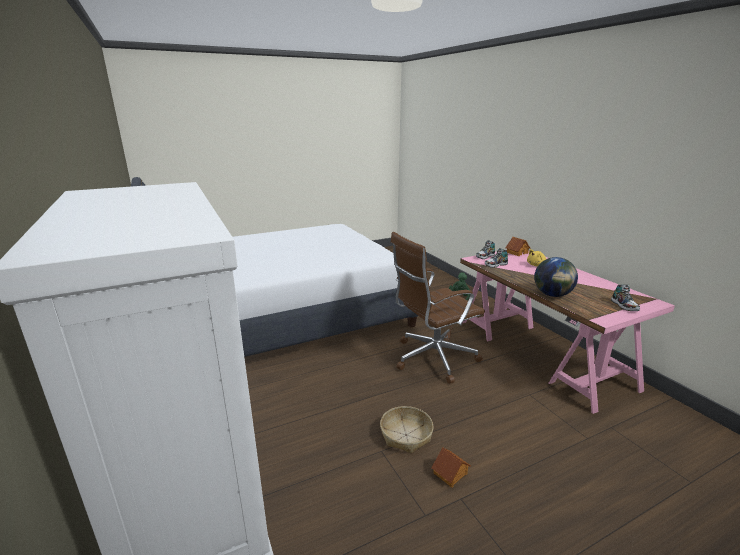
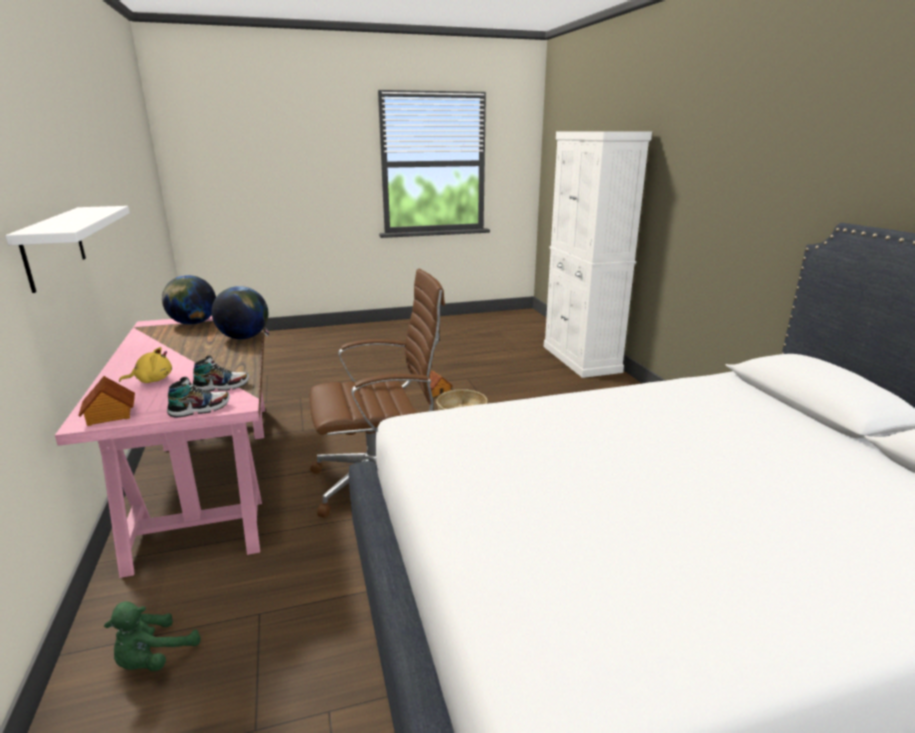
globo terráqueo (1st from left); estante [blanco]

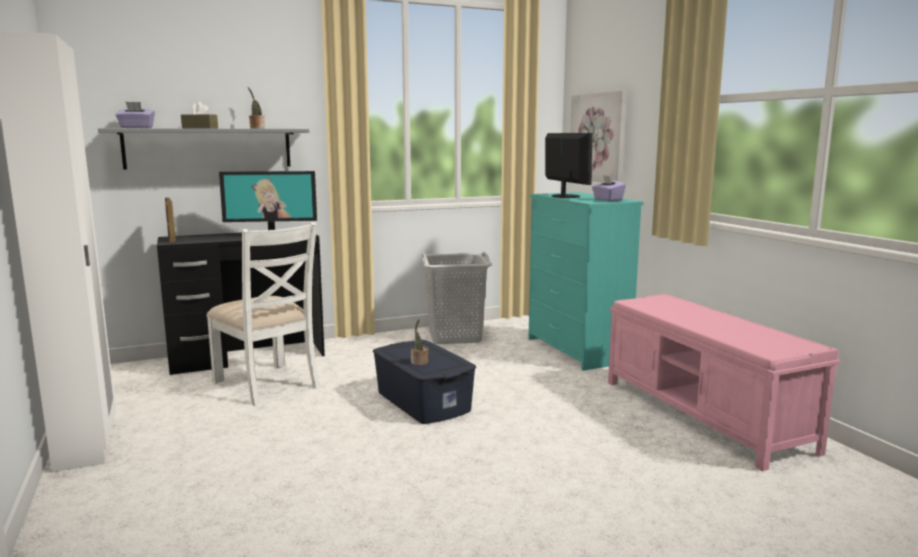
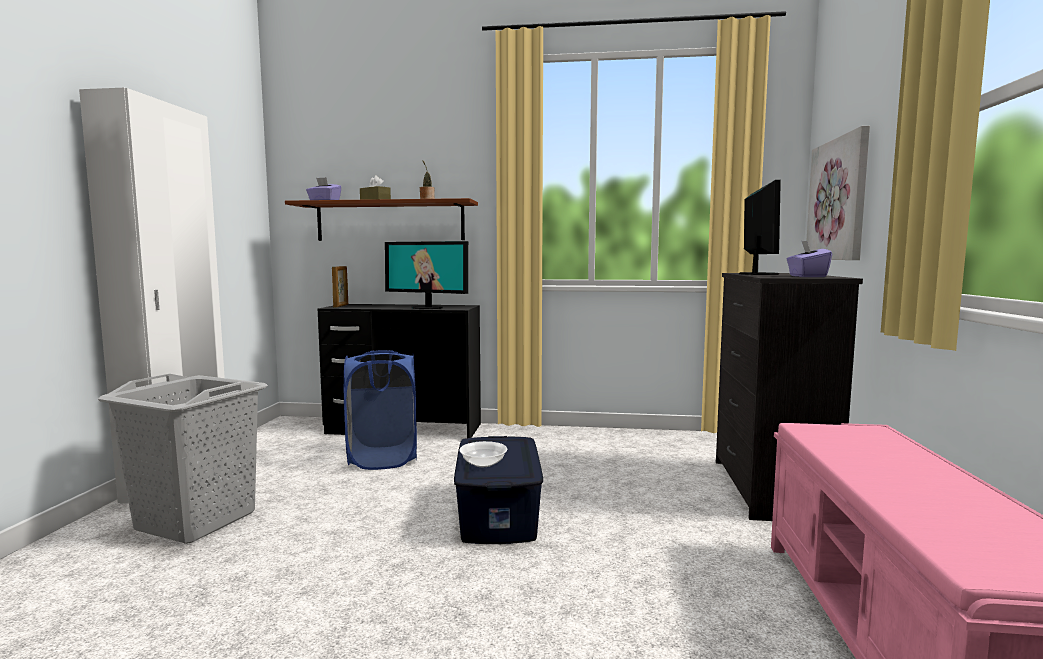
estante [marrón]; cómoda [negro]; cesto de la ropa [azul]; cesto de la ropa [gris]; cuenco

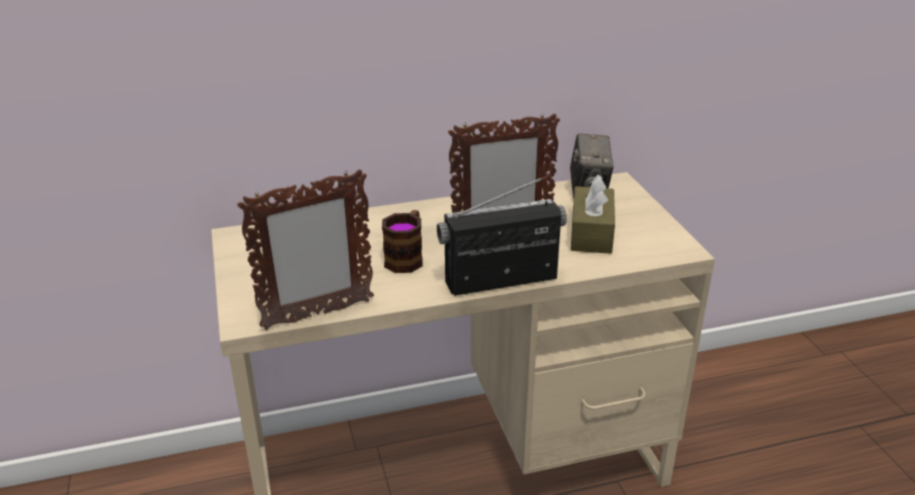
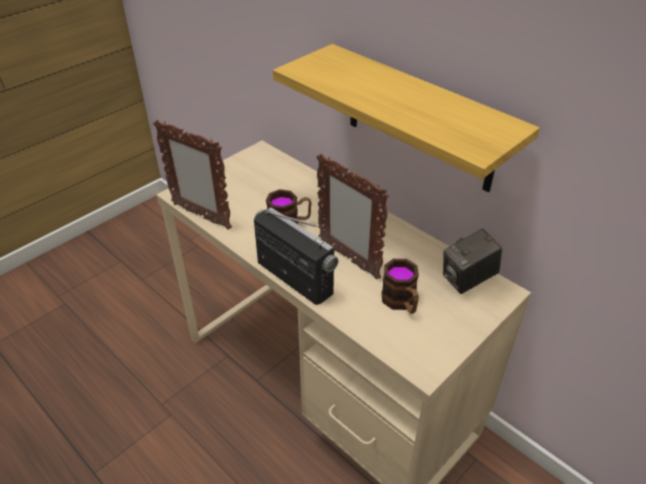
taza grande (2nd from left); estante

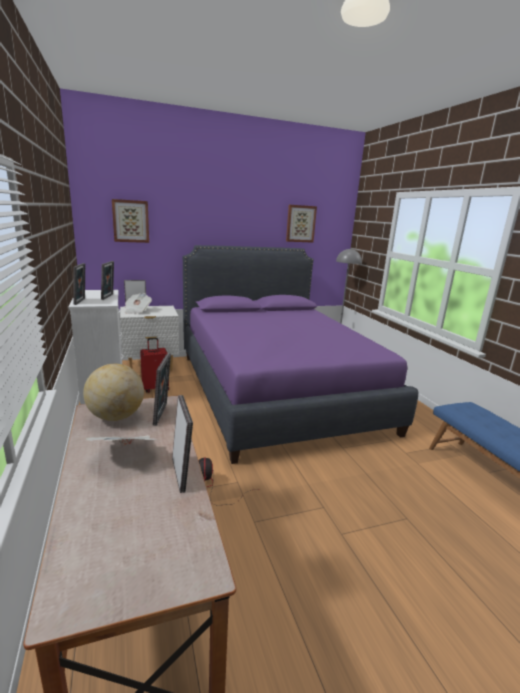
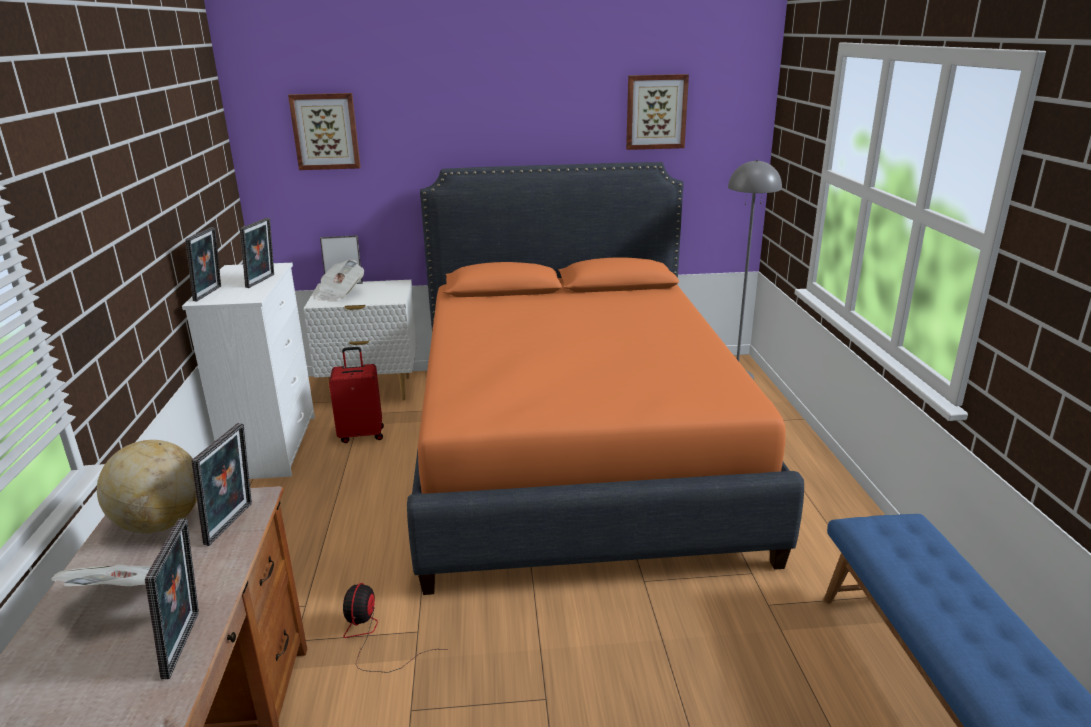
cama [naranja]

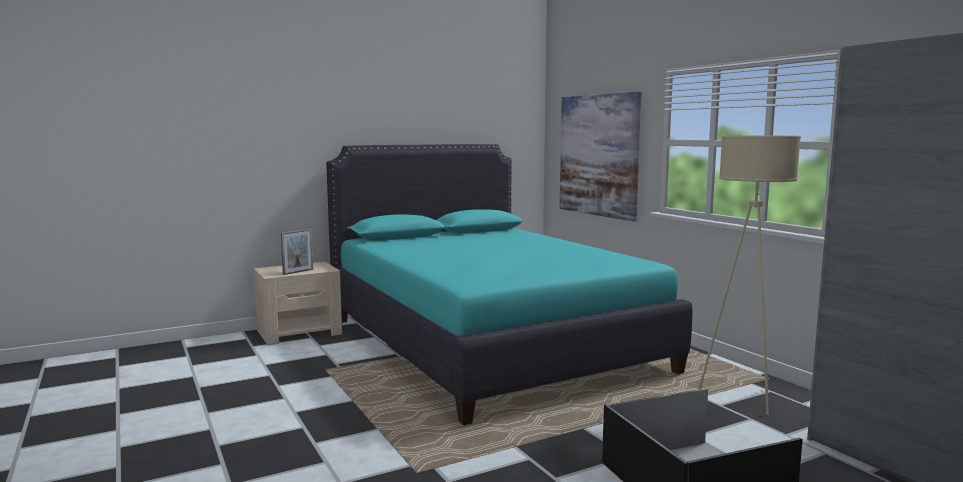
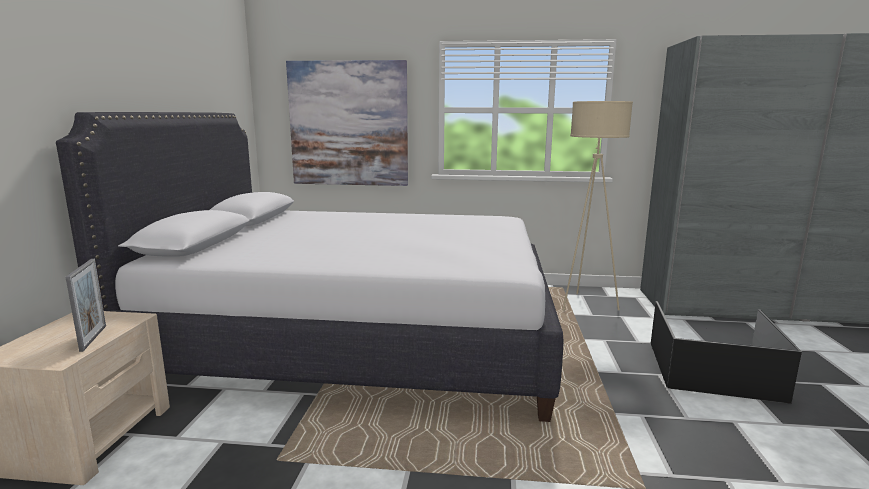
cama [blanco]

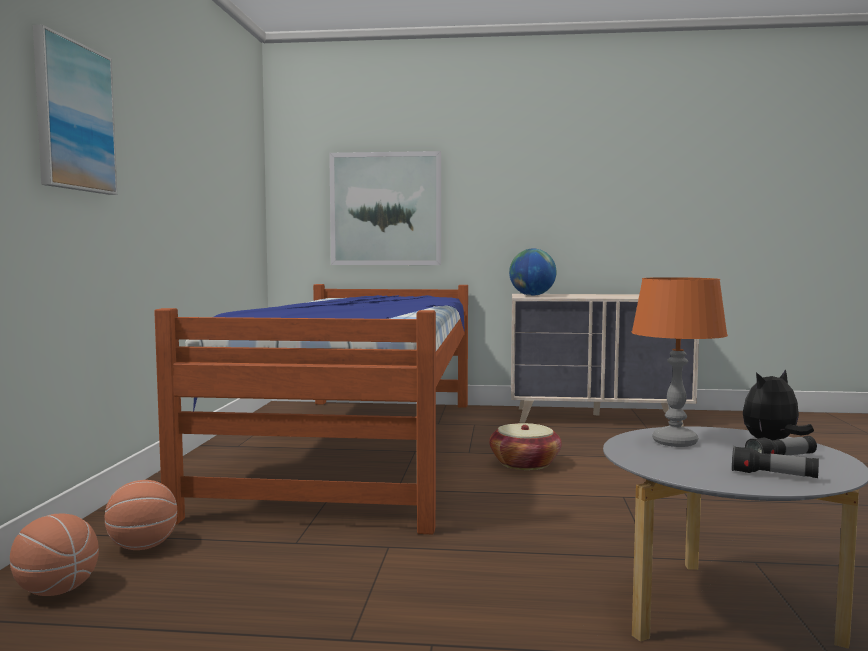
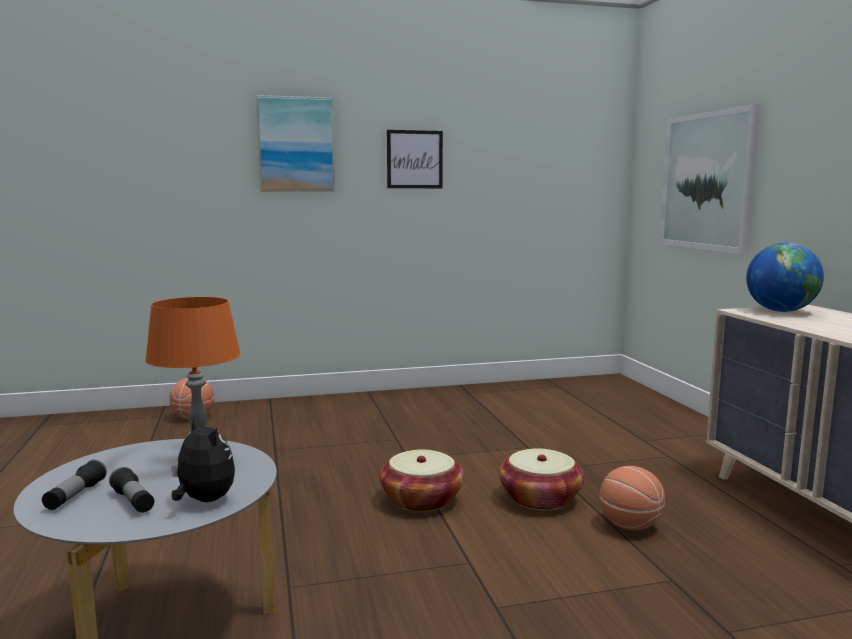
cama; balón de baloncesto (2nd from left); cuadro (2nd from left); cesta (1st from left)

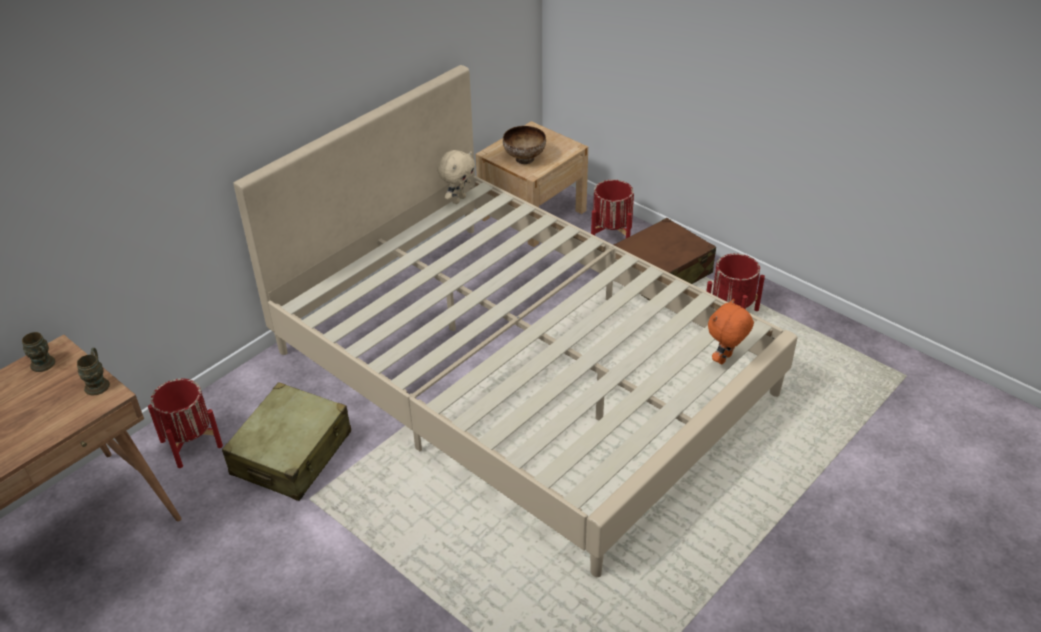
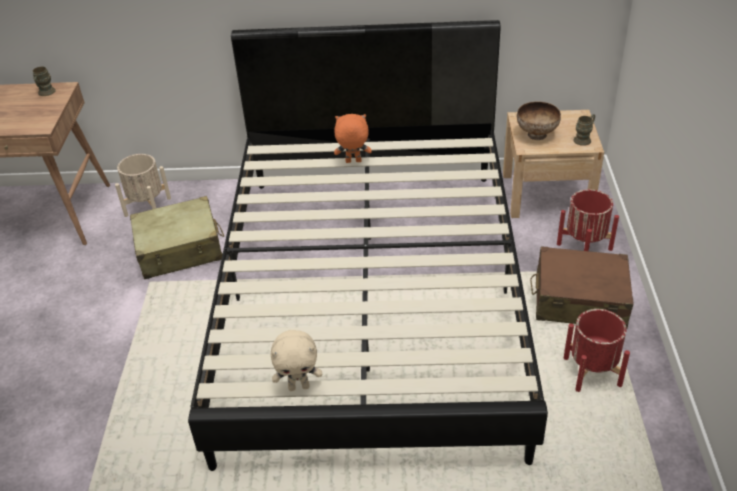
cama [negro]; peluche [beis]; peluche [naranja]; taza grande [marrón] (2nd from left); maceta [beis]

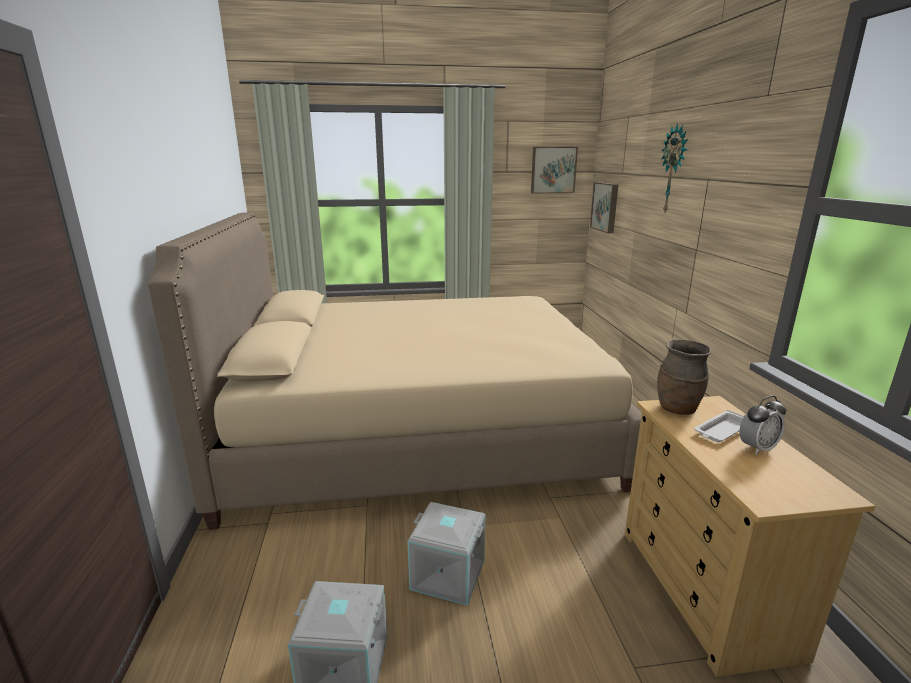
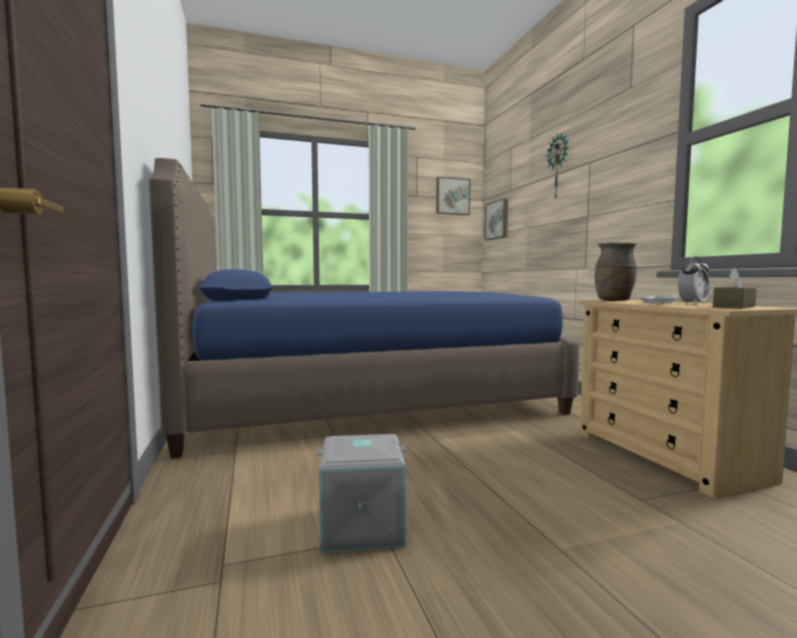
cama [azul]; caja de almacenaje [gris] (2nd from left in the first image); caja de pañuelos [marrón]

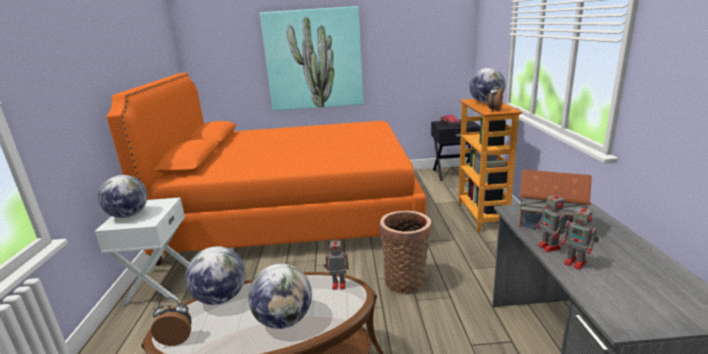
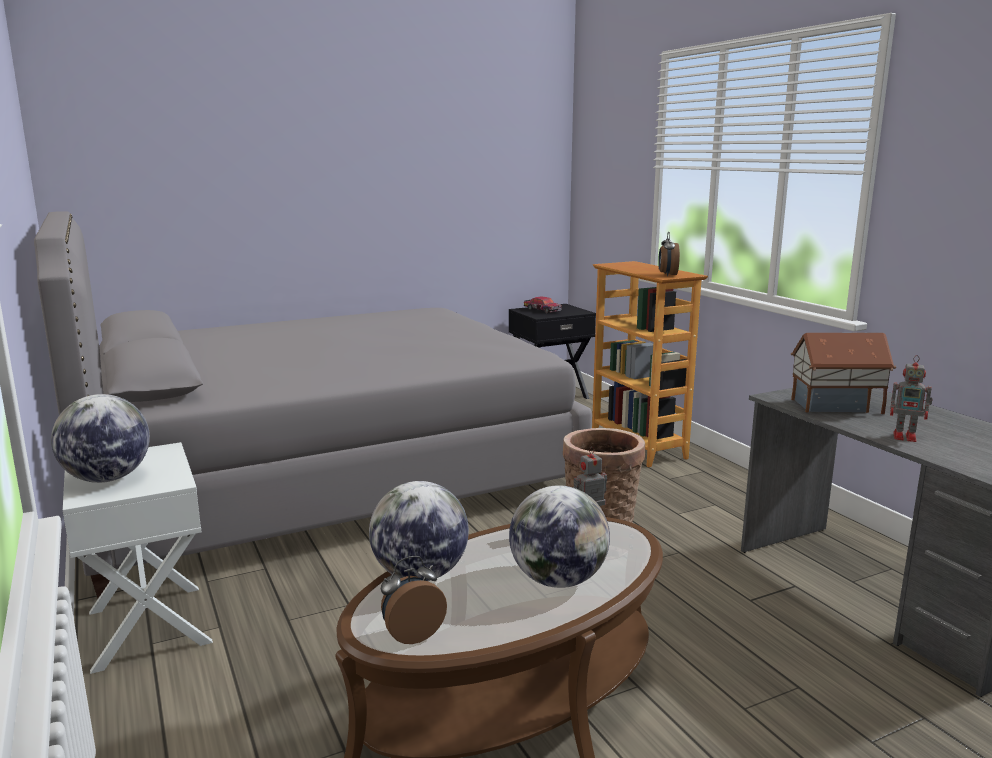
cuadro; globo terráqueo (4th from left in the first image); cama [gris]; robot de juguete (2nd from left in the first image)

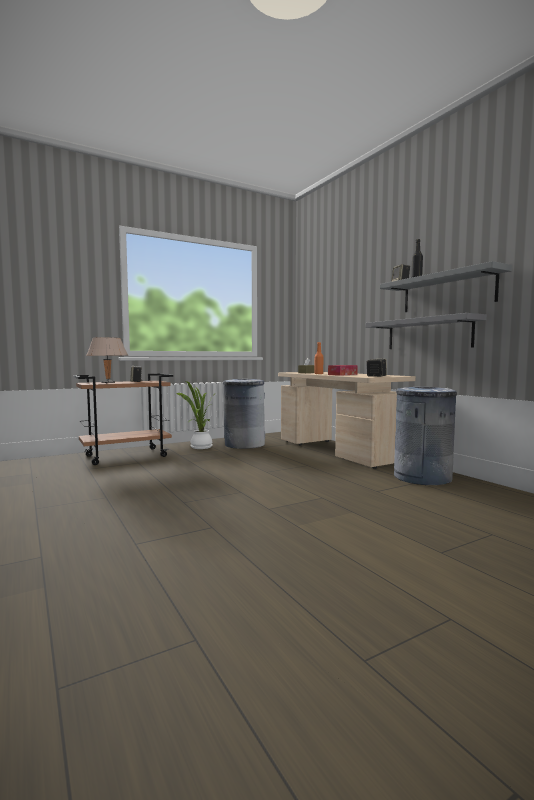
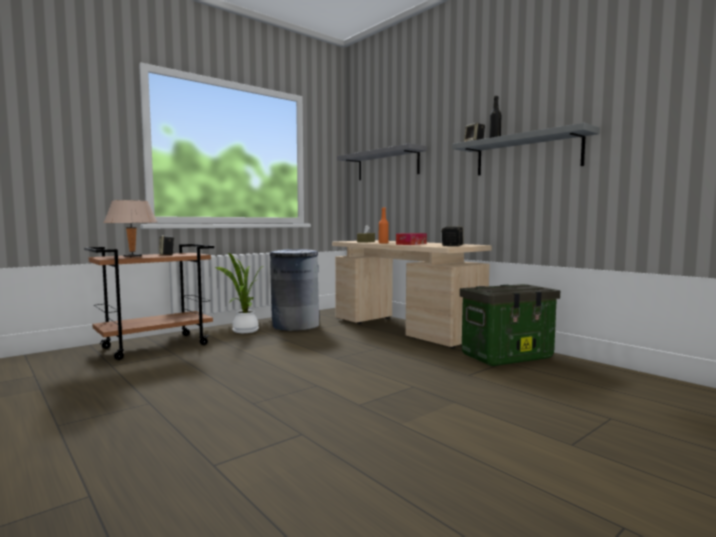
estante [gris] (1st from left); caja de almacenaje

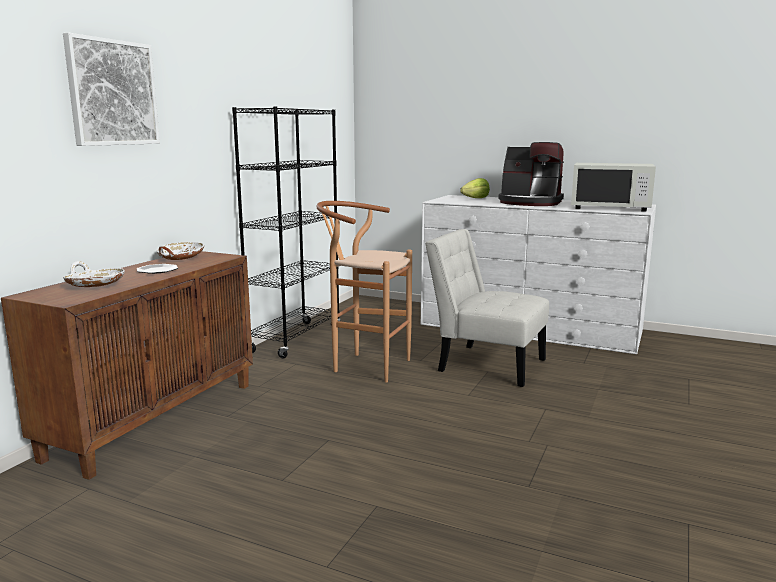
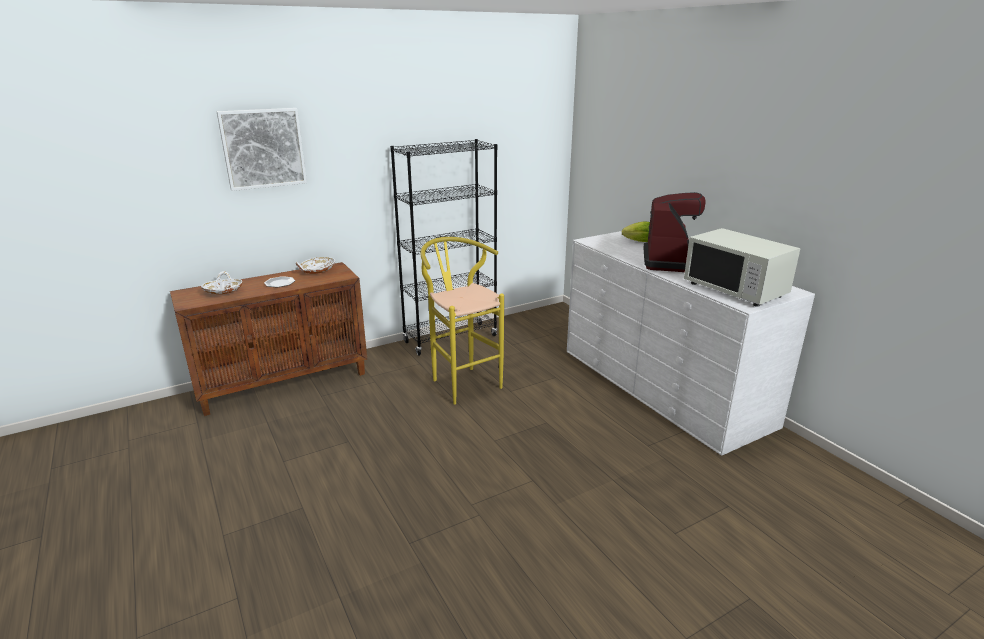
cafetera; taburete [amarillo]; silla [blanco]

